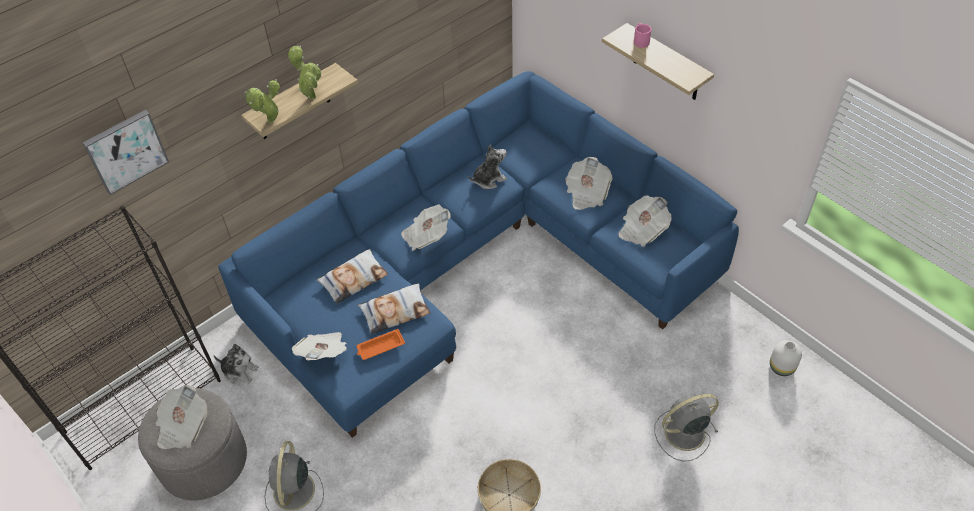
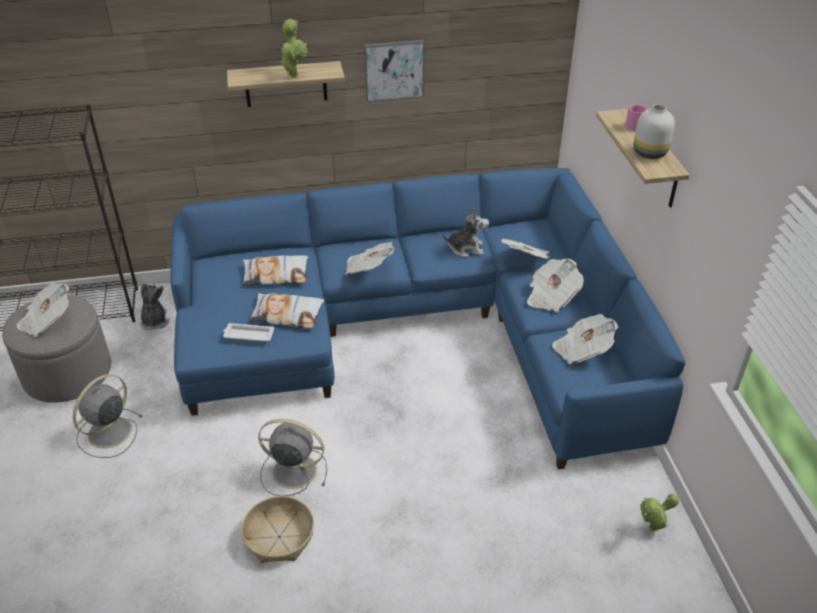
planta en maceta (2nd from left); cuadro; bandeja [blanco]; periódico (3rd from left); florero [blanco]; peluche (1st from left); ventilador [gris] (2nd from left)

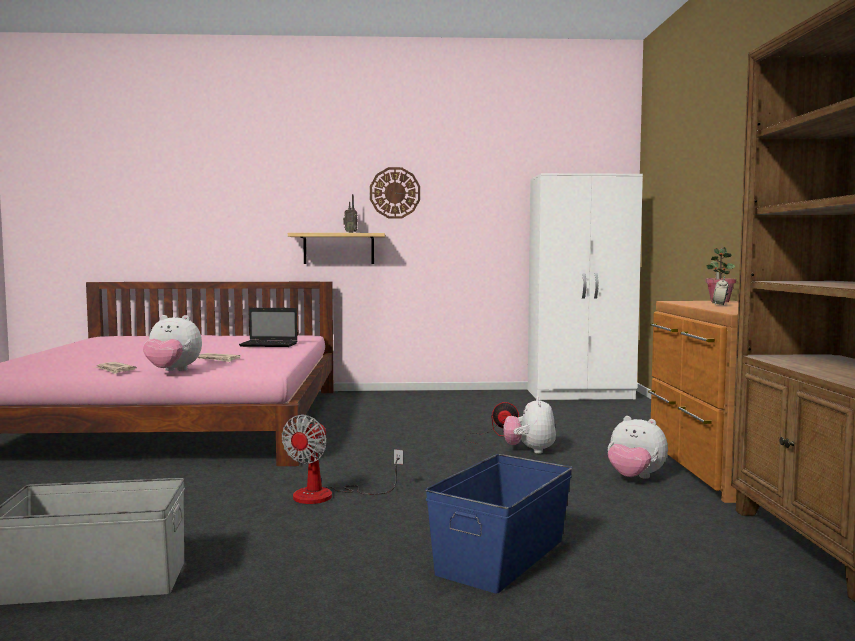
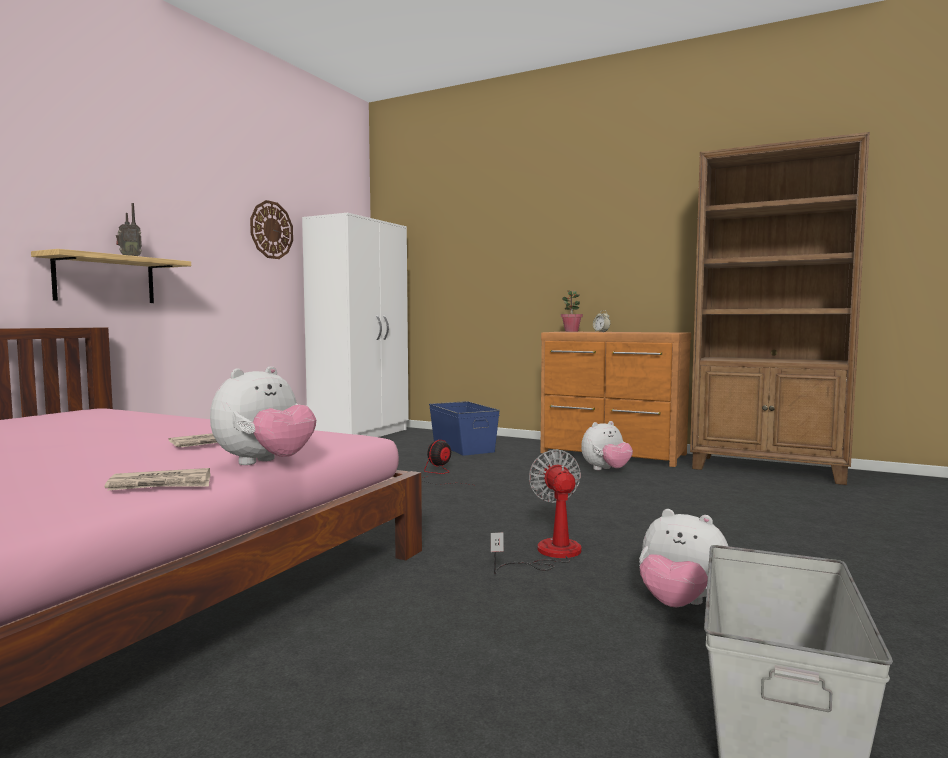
reloj de pared; portátil; peluche (3rd from left); ventilador (2nd from left); caja de almacenaje [azul]

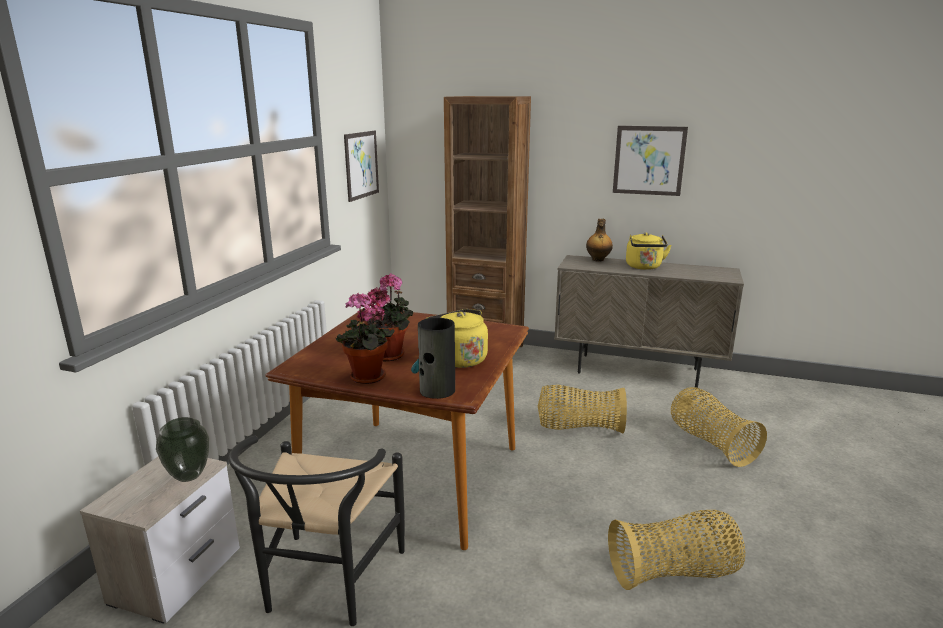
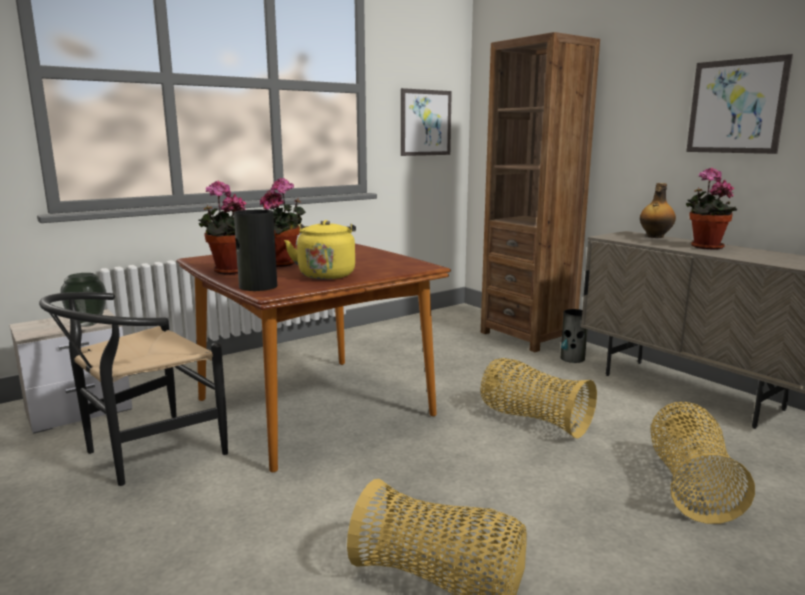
planta en maceta (3rd from left); florero (3rd from left)

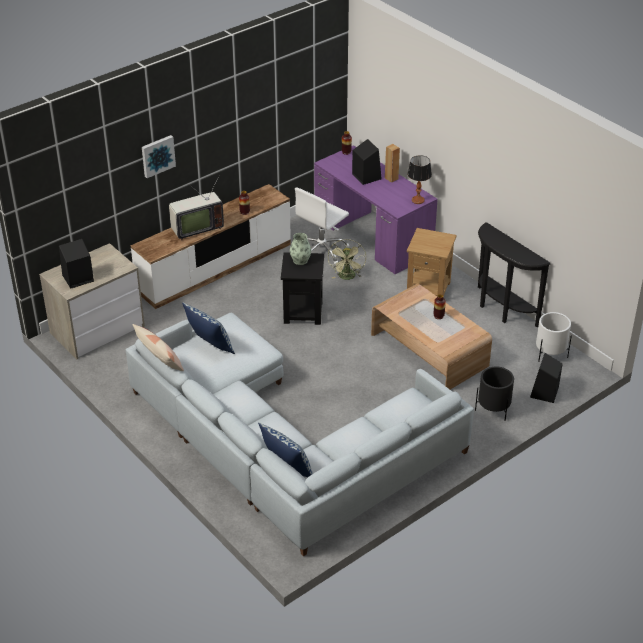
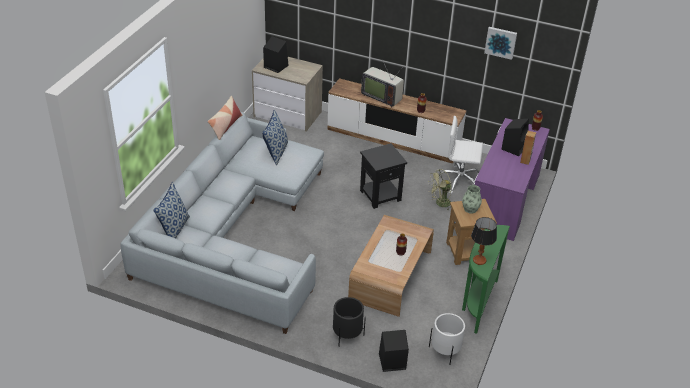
cuadro; lámpara de mesa; mesa consola [verde]; florero (3rd from left)

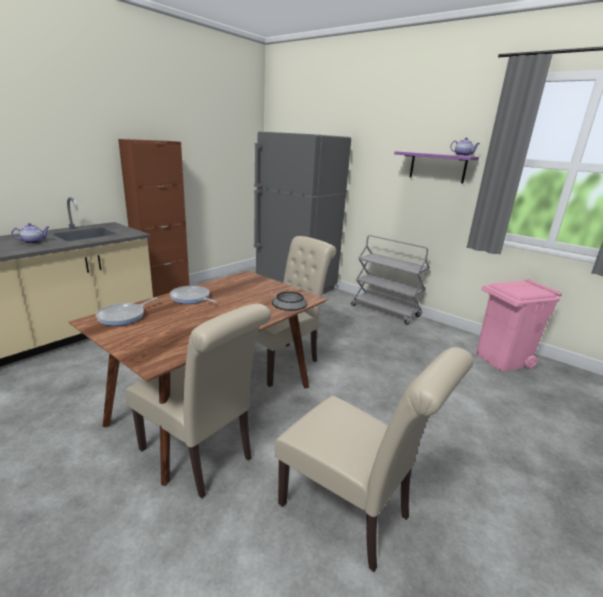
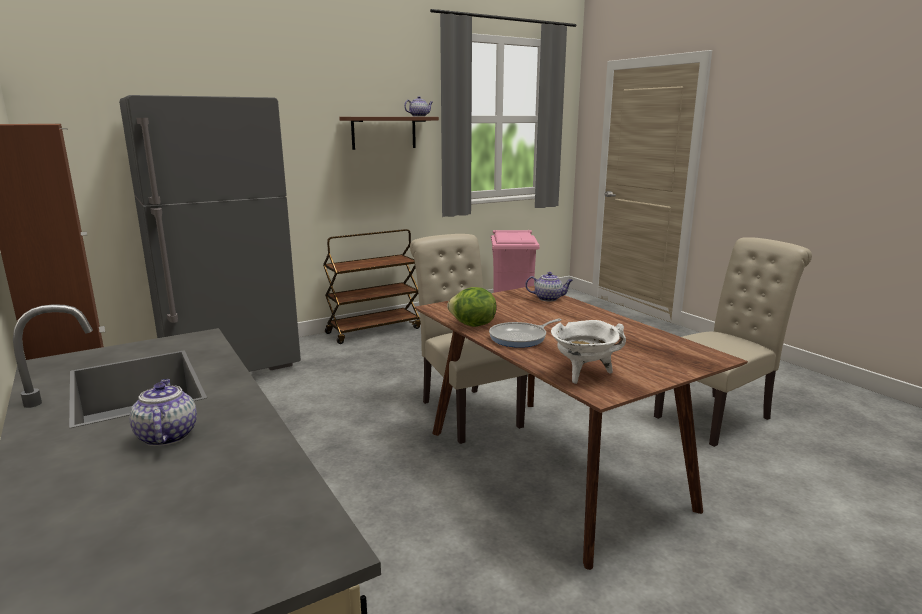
estante [marrón]; carrito [marrón]; tetera (3rd from left); olla [blanco]; silla [beis] (1st from left in the first image); lechuga

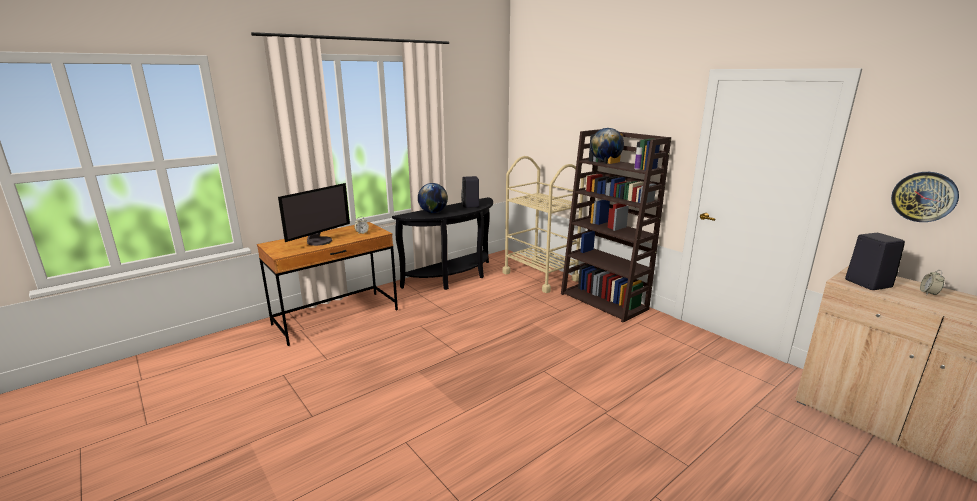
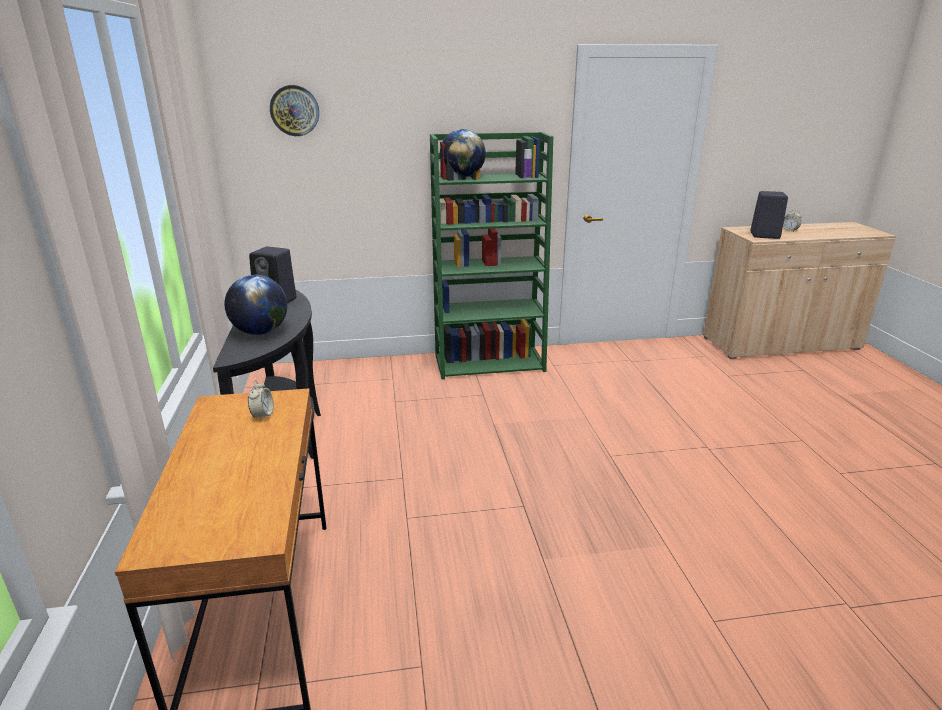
estantería [verde]; carrito [beis]; reloj de pared; monitor

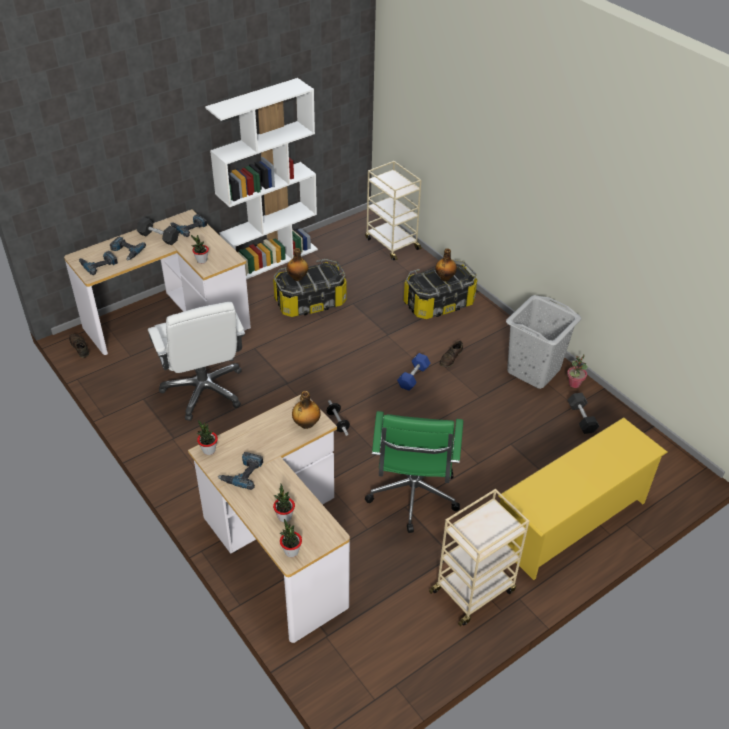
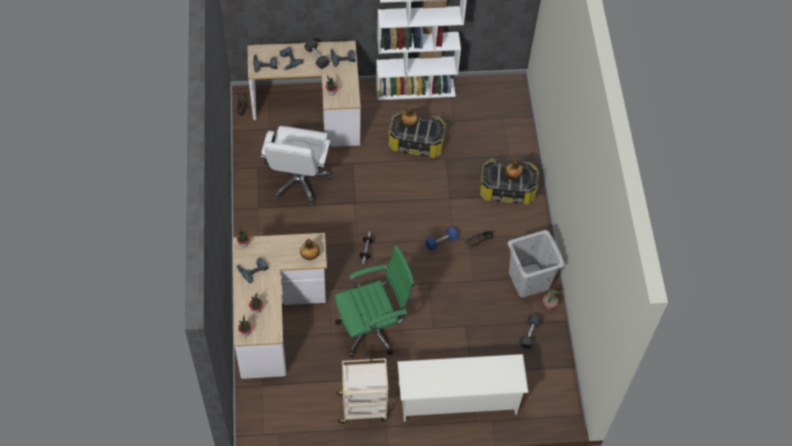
carrito [beis] (1st from left in the first image); silla de oficina [verde]; zapatero [blanco]

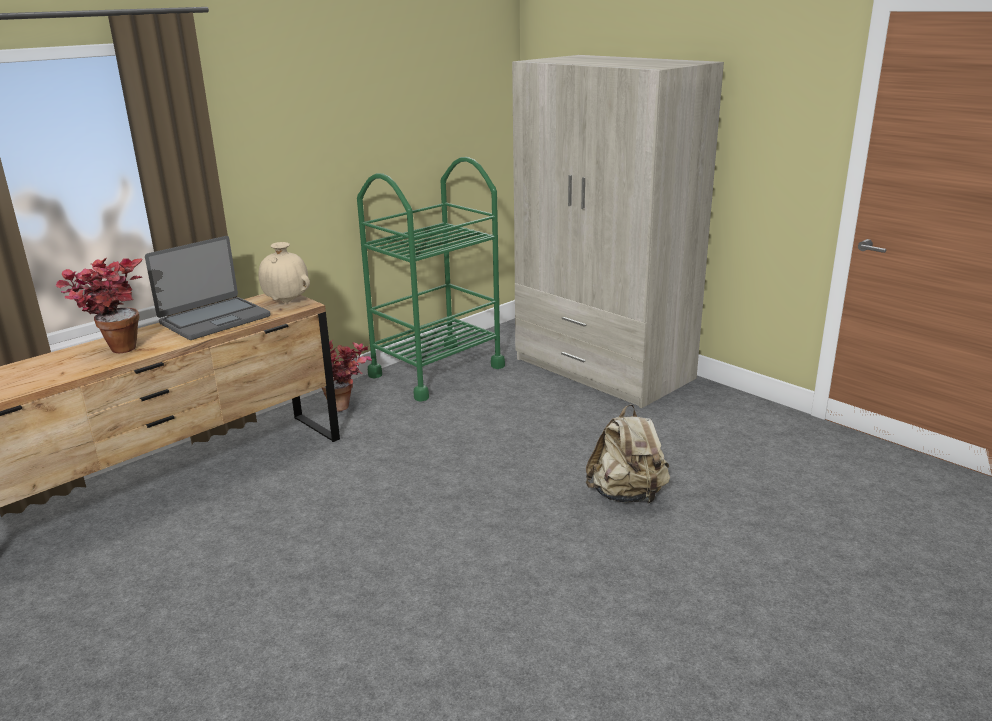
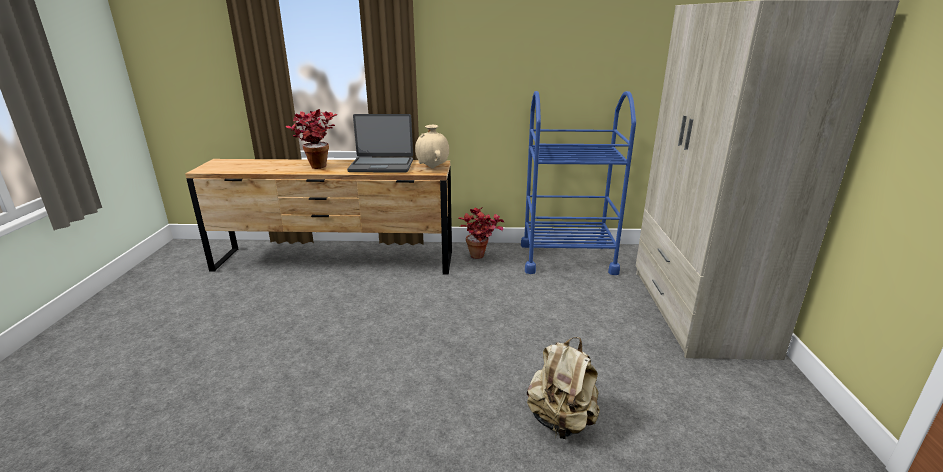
carrito [azul]

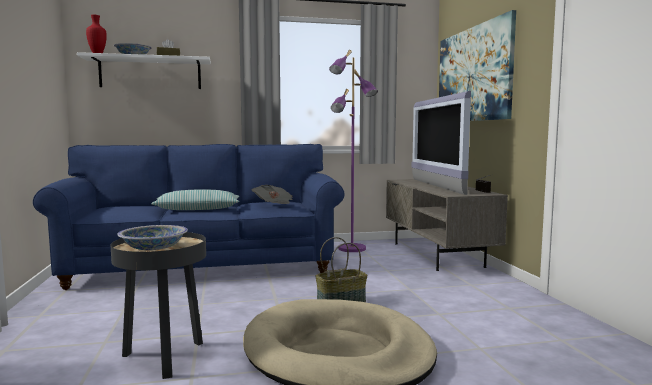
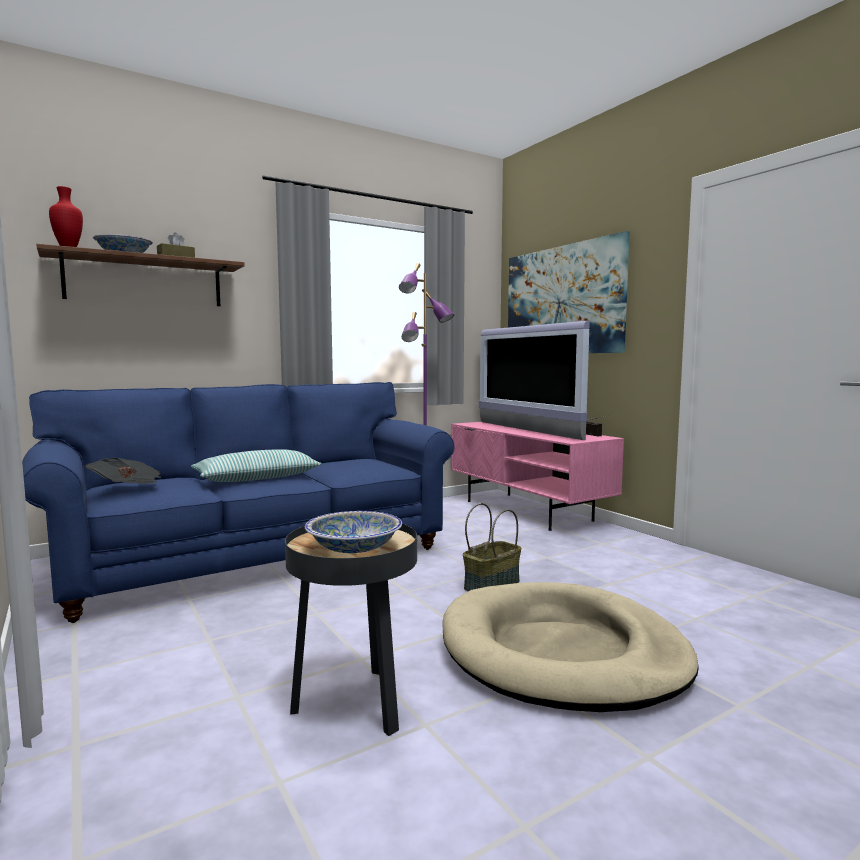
estante [marrón]; mueble de televisión [rosa]; periódico

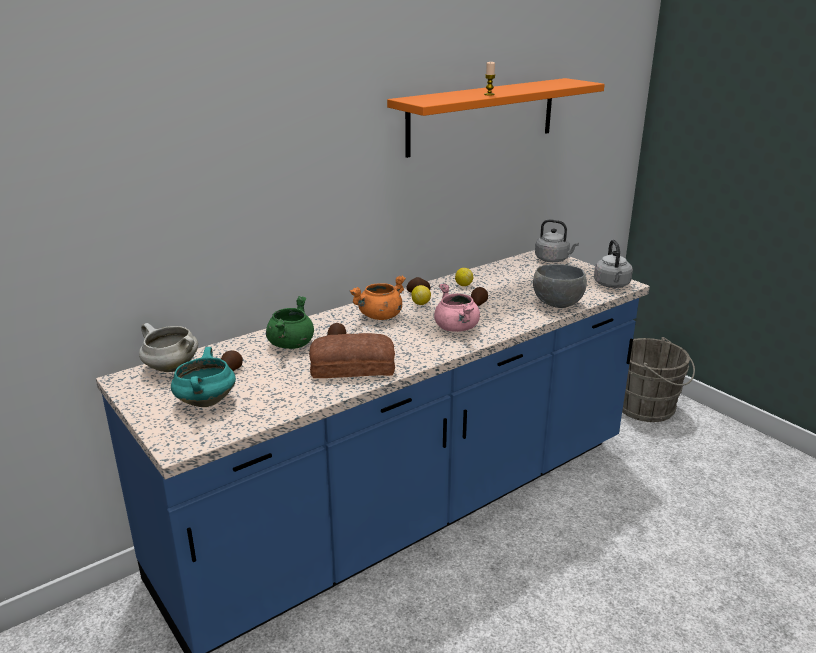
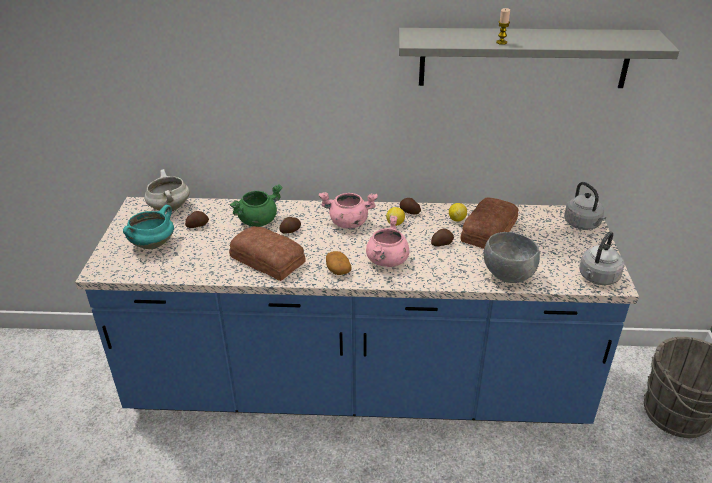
estante [gris]; olla [rosa] (1st from left); pan (2nd from left); patata (3rd from left)

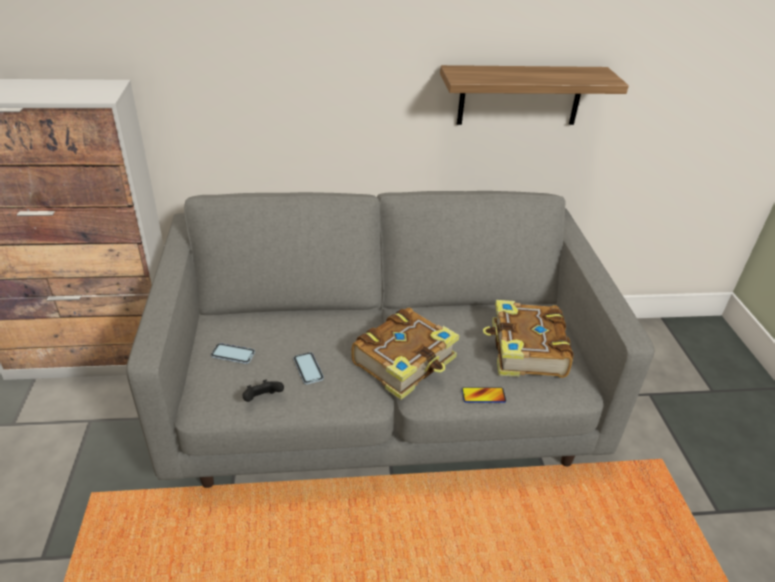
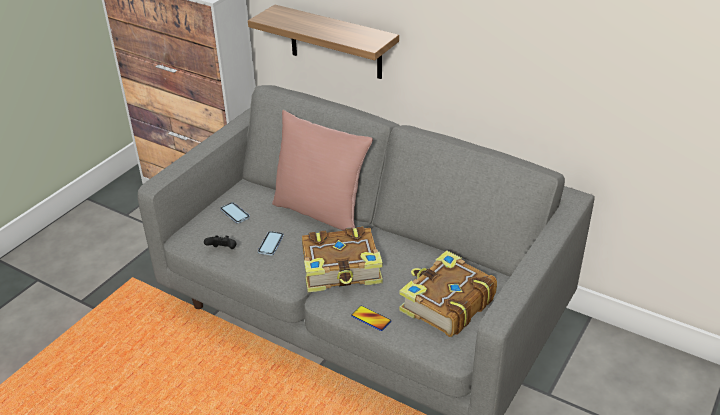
estante; cojín [rosa]

